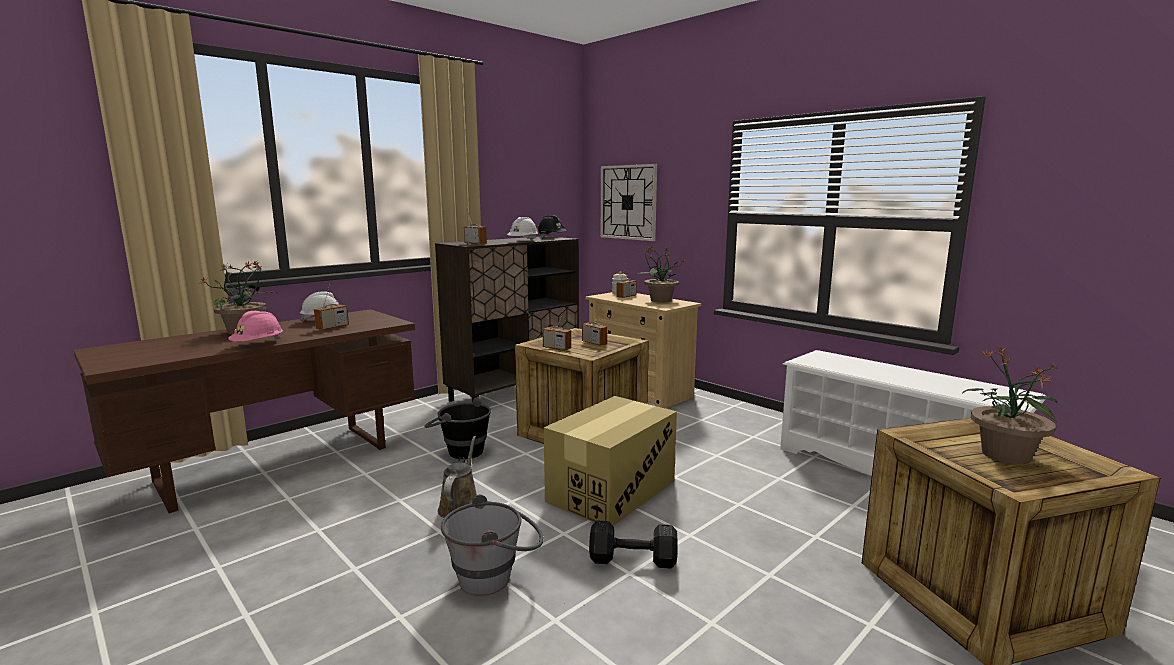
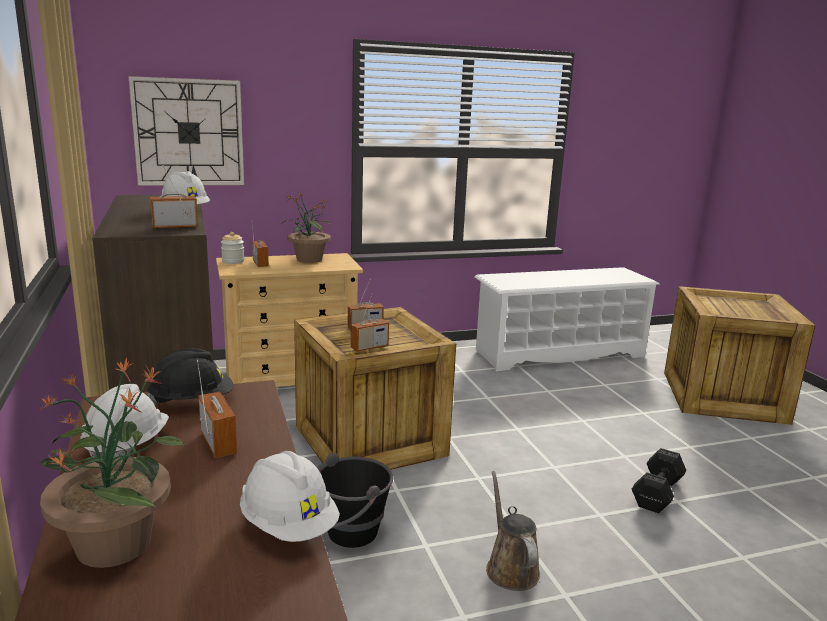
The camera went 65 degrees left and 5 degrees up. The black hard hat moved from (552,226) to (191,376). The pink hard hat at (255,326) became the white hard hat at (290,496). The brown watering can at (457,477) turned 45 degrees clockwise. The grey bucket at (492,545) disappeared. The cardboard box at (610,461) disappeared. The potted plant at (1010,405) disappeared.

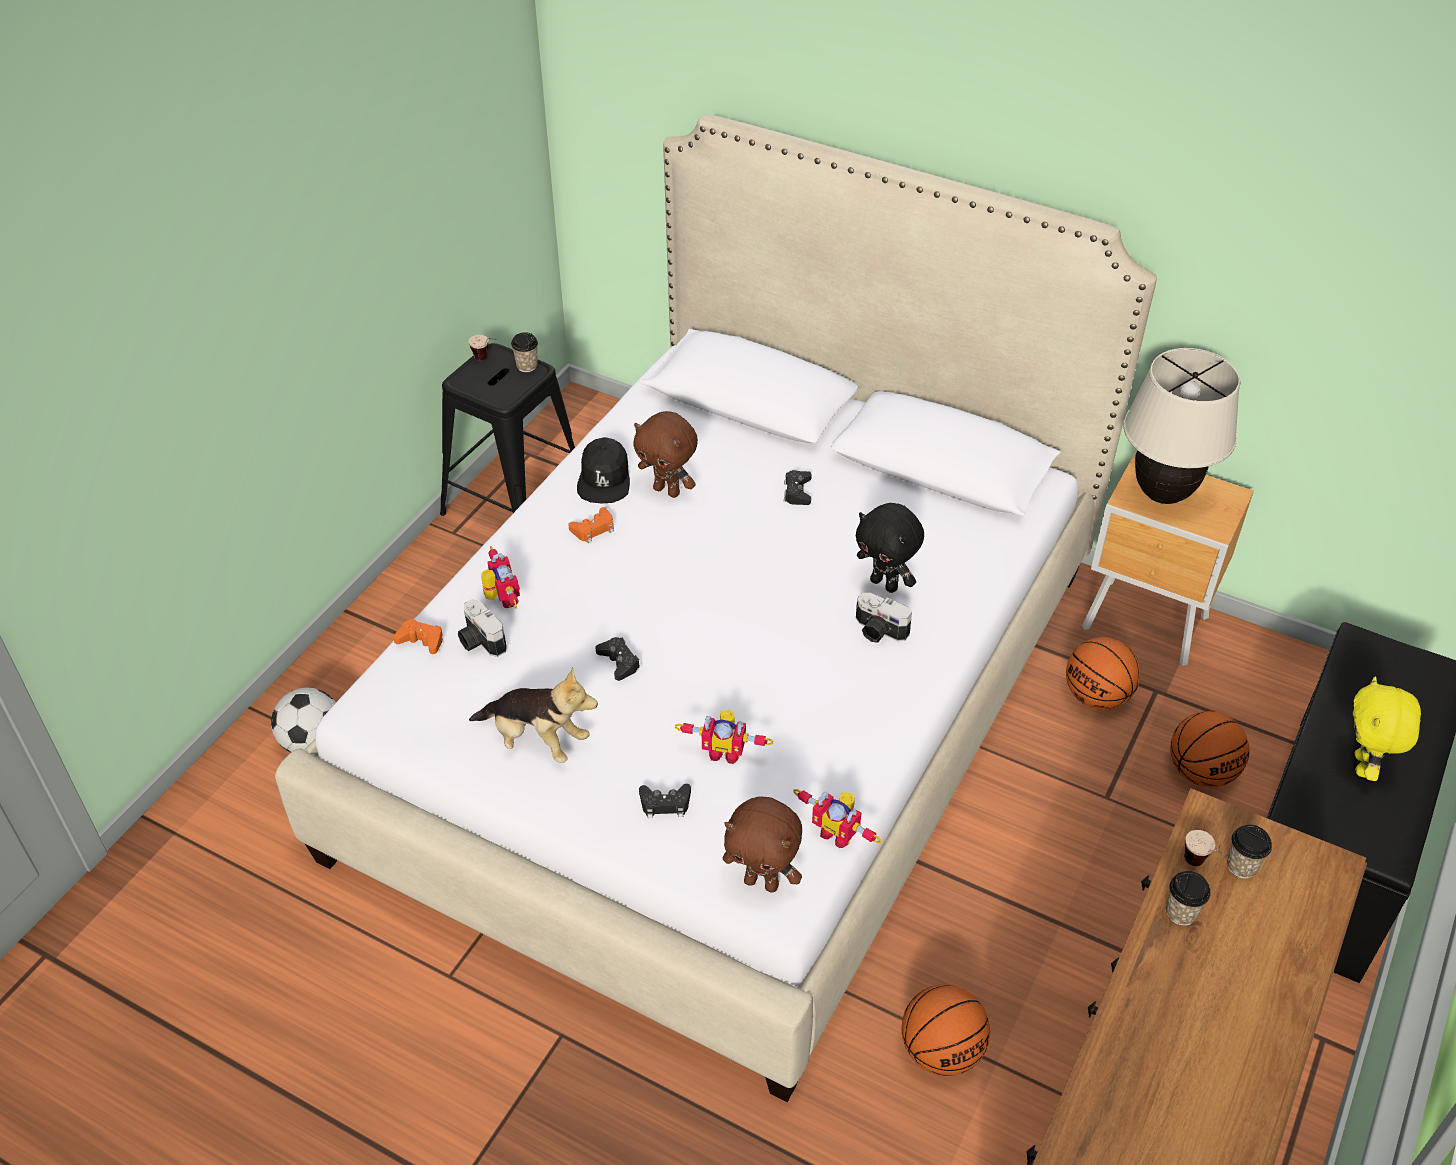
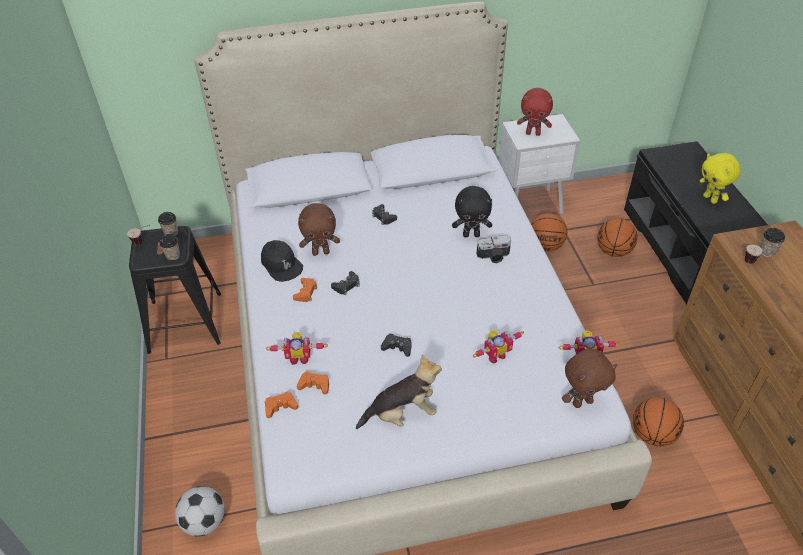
The camera went 40 degrees left and 0 degrees up. The cup moved from (1188,898) to (169,247). The toy robot at (500,577) turned 150 degrees clockwise. The photo camera at (482,628) was replaced by the orange game controller at (313,383). The black game controller moved from (665,801) to (345,283). The brown nightstand at (1168,559) became the white nightstand at (539,164). The beige table lamp at (1182,426) was replaced by the red plush toy at (535,112).

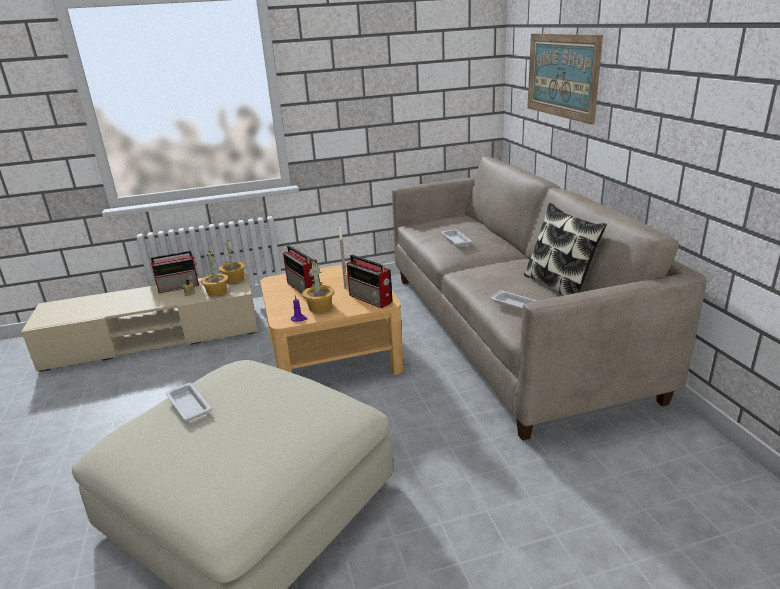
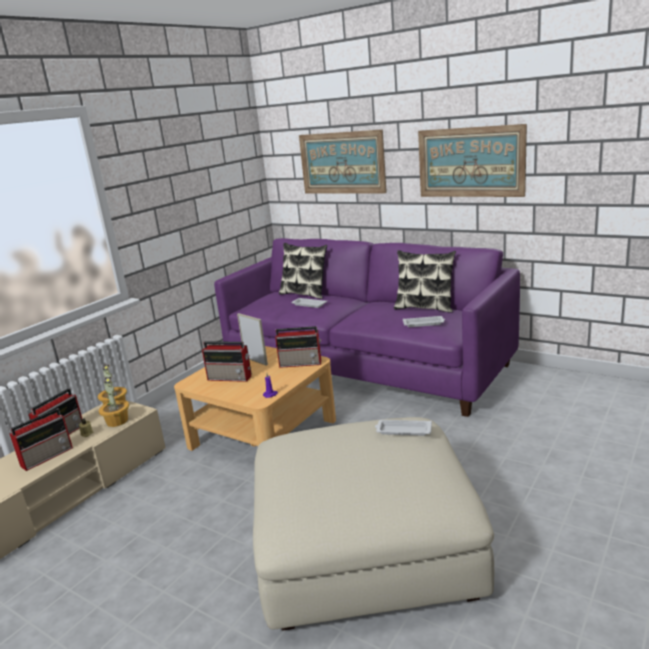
The camera went 40 degrees left and 5 degrees down. The radio at (41,439) appeared. The beige sofa at (549,298) became the purple sofa at (367,327). The pillow at (303,271) appeared. The white tray moved from (189,402) to (403,428). The picture at (472,160) appeared. The potted plant at (318,286) disappeared.

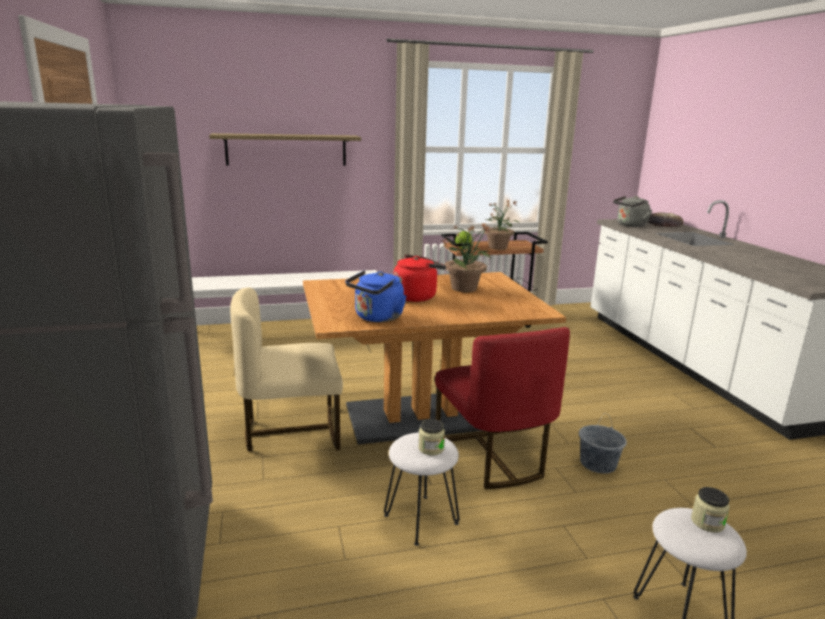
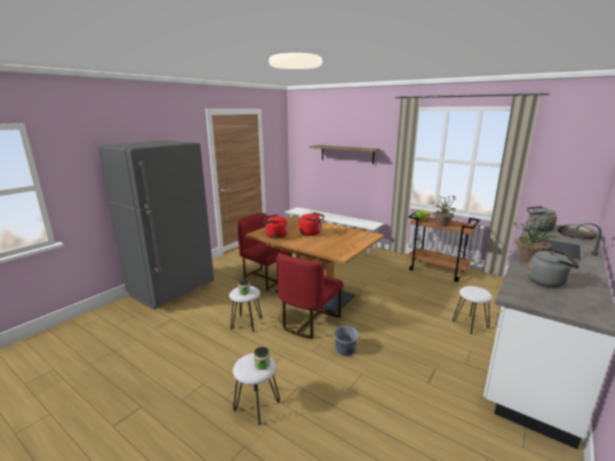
The camera went 50 degrees right and 0 degrees up. The beige chair at (286,369) became the red chair at (264,252). The blue kettle at (375,296) became the red kettle at (275,226). The white stool at (473,310) appeared. The potted plant moved from (466,257) to (537,238). The grey kettle at (553,267) appeared.

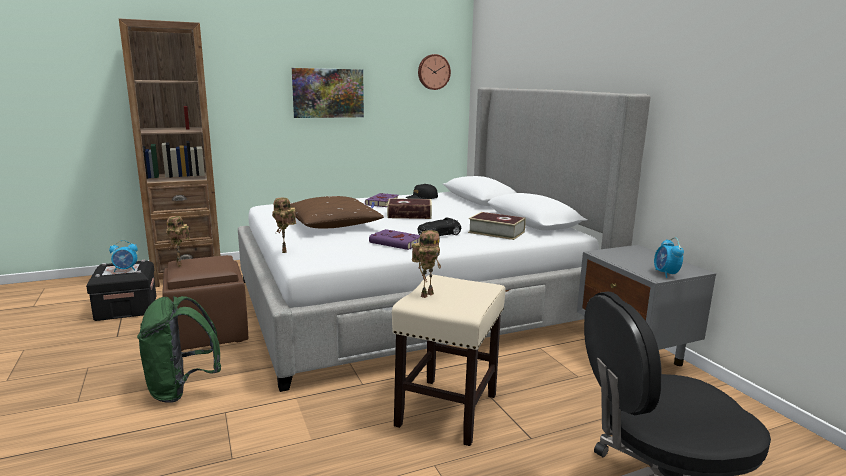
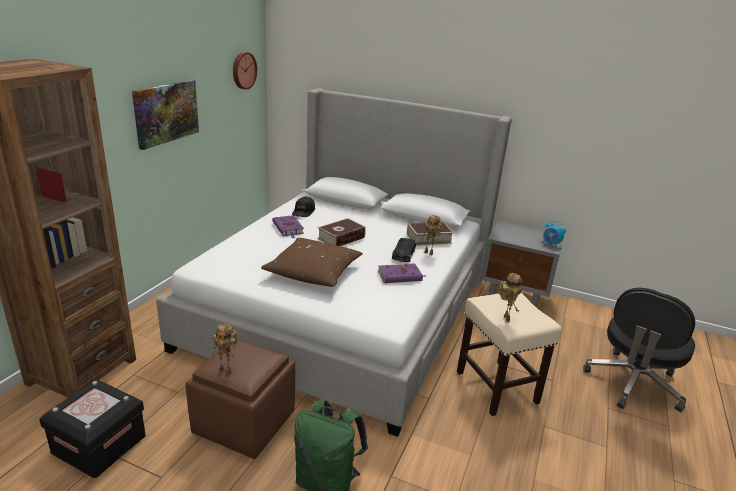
The camera went 45 degrees left and 10 degrees up. The toy robot moved from (284,225) to (431,235). The alarm clock at (123,256) disappeared.

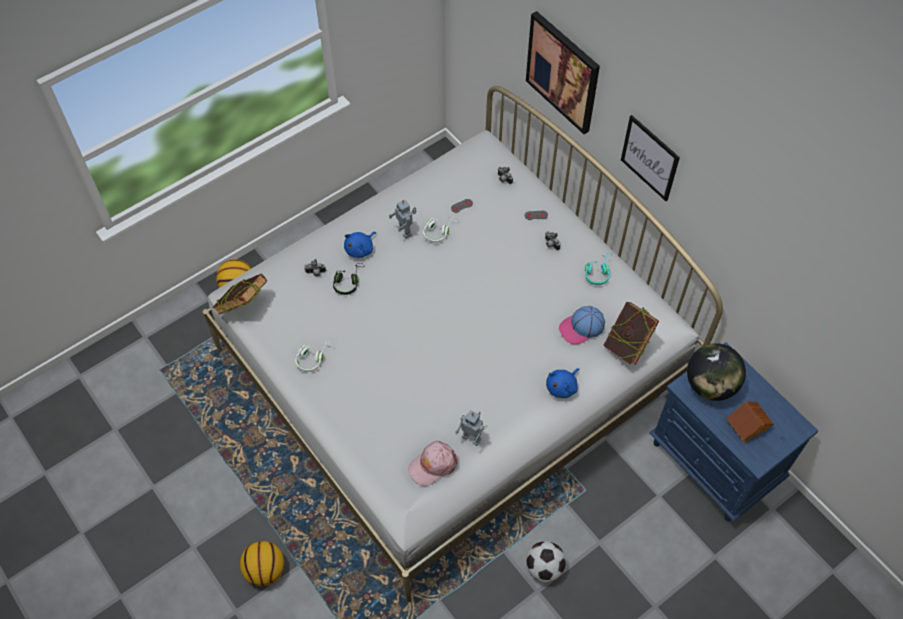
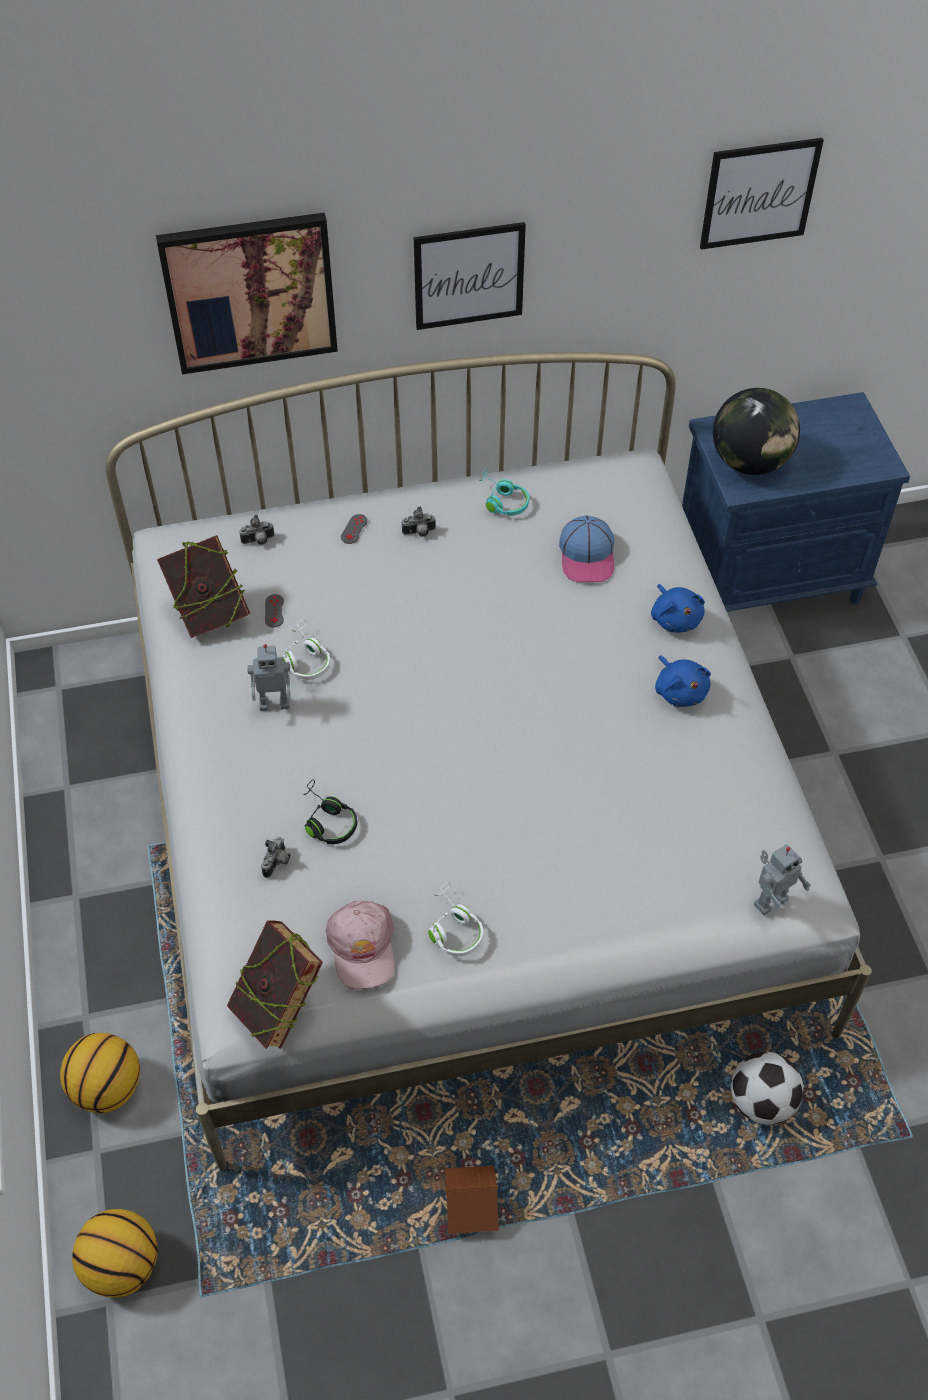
The camera went 65 degrees left and 5 degrees down. The basketball moved from (262,563) to (115,1253). The book moved from (631,333) to (203,586). The pink cap moved from (433,463) to (360,945). The toy house moved from (750,422) to (472,1199). The blue plush toy moved from (360,245) to (683,681). The picture at (762,194) appeared. The football moved from (546,561) to (767,1088). The toy robot moved from (469,428) to (782,879).

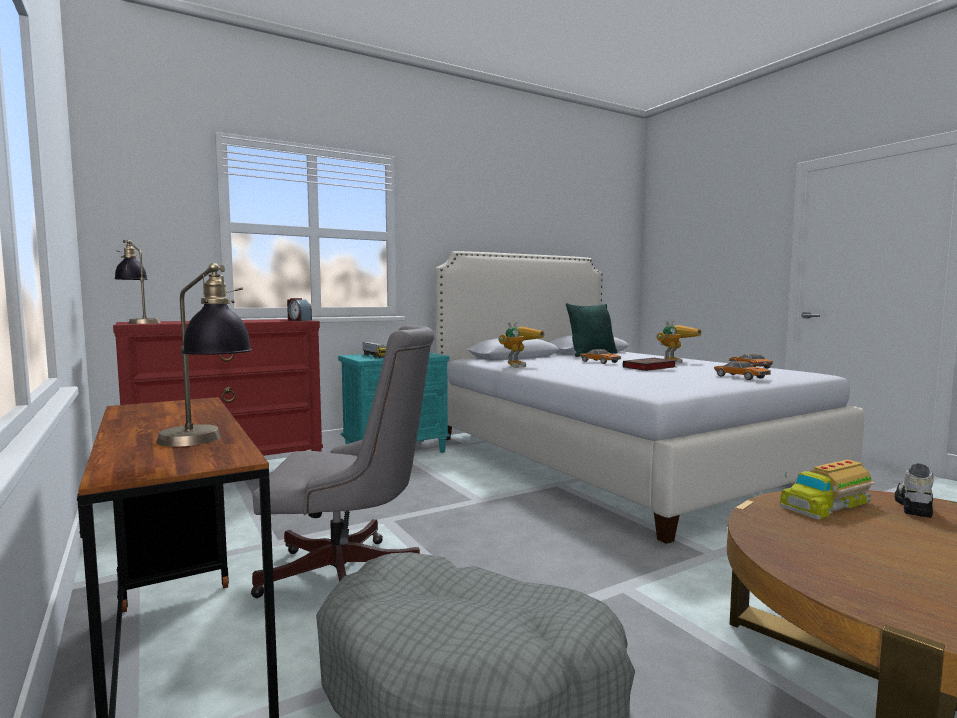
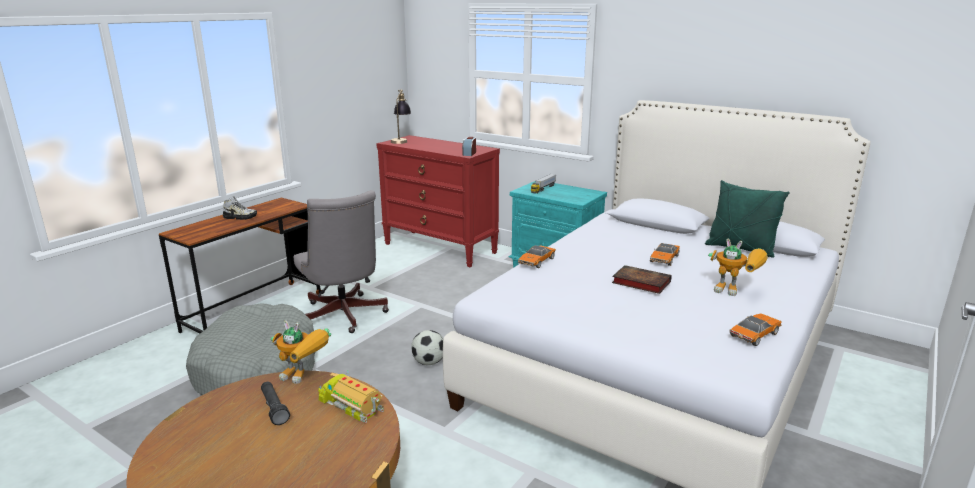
The camera went 65 degrees right and 15 degrees up. The shoe moved from (914,490) to (240,208). The black flashlight at (275,403) appeared. The toy robot moved from (521,344) to (301,352). The football at (427,347) appeared. The toy car moved from (742,370) to (537,256). The table lamp at (204,355) disappeared.

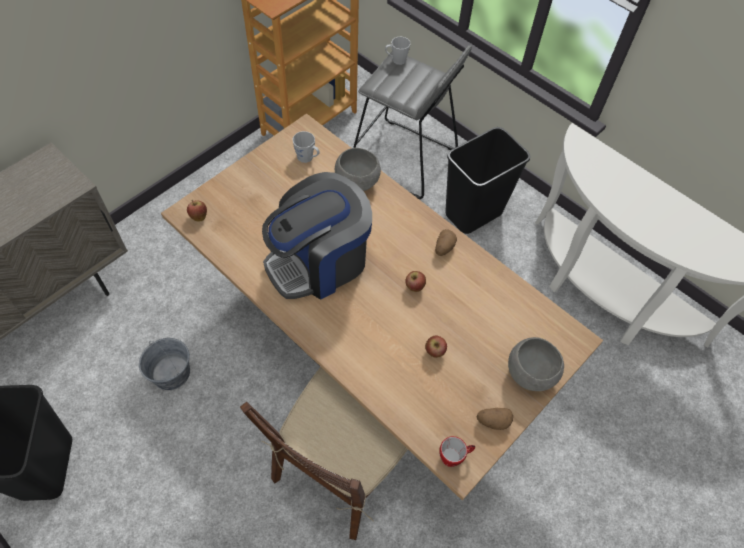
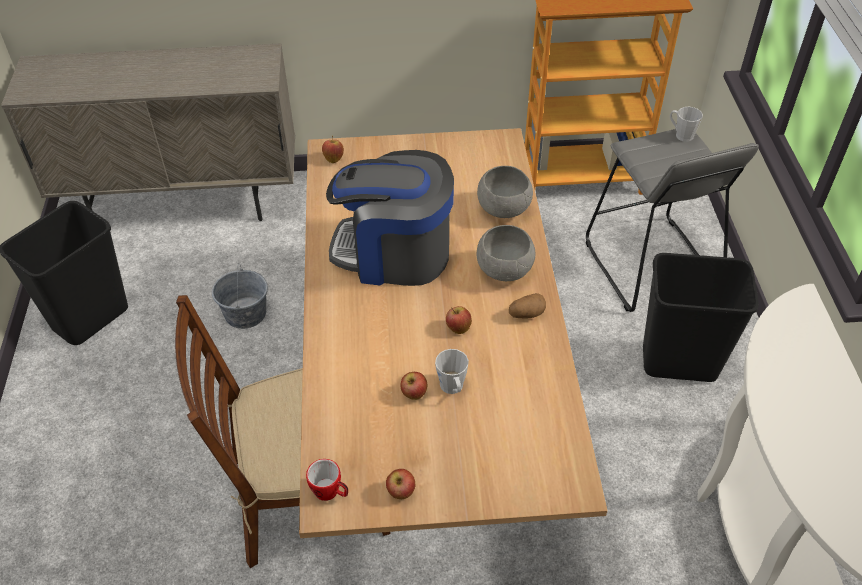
The camera went 45 degrees right and 10 degrees down. The potato at (495,419) was replaced by the apple at (400,484). The grey mug moved from (305,147) to (452,371). The grey bowl moved from (536,364) to (506,253).

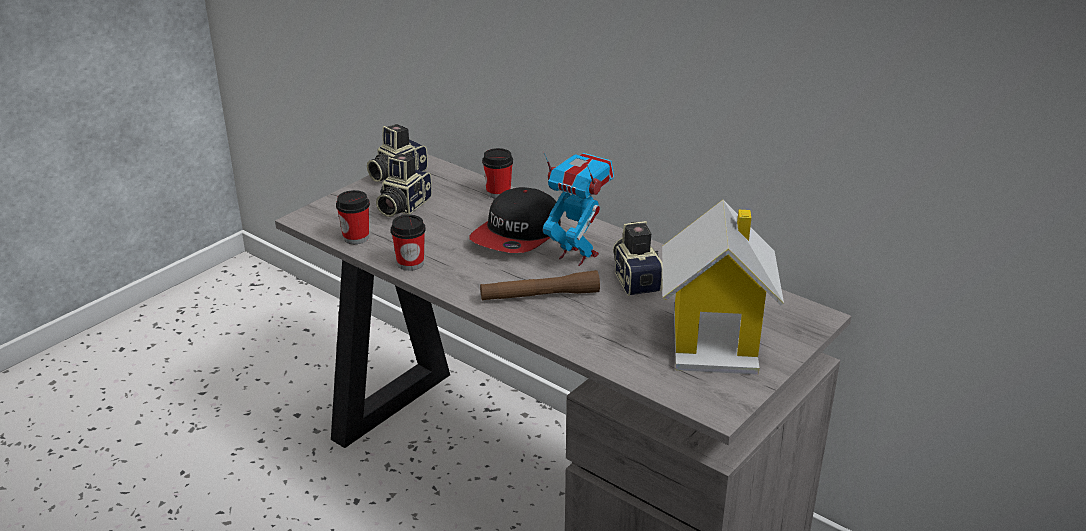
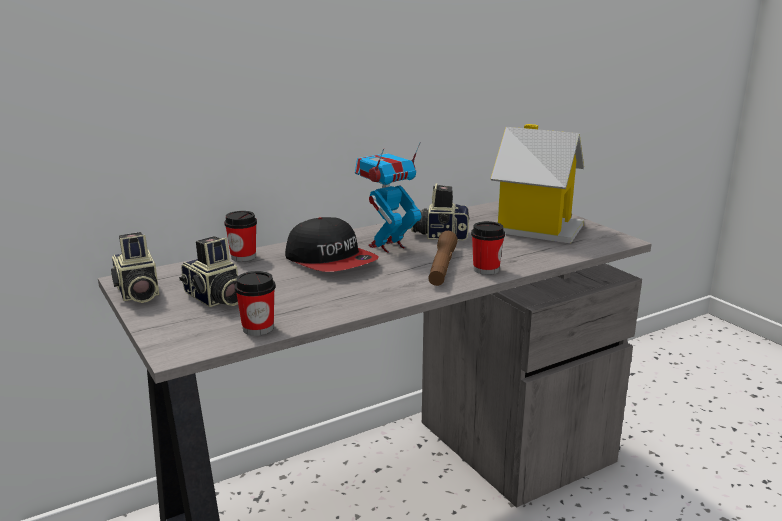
The camera went 70 degrees left and 10 degrees down. The cup moved from (408,243) to (488,248).

